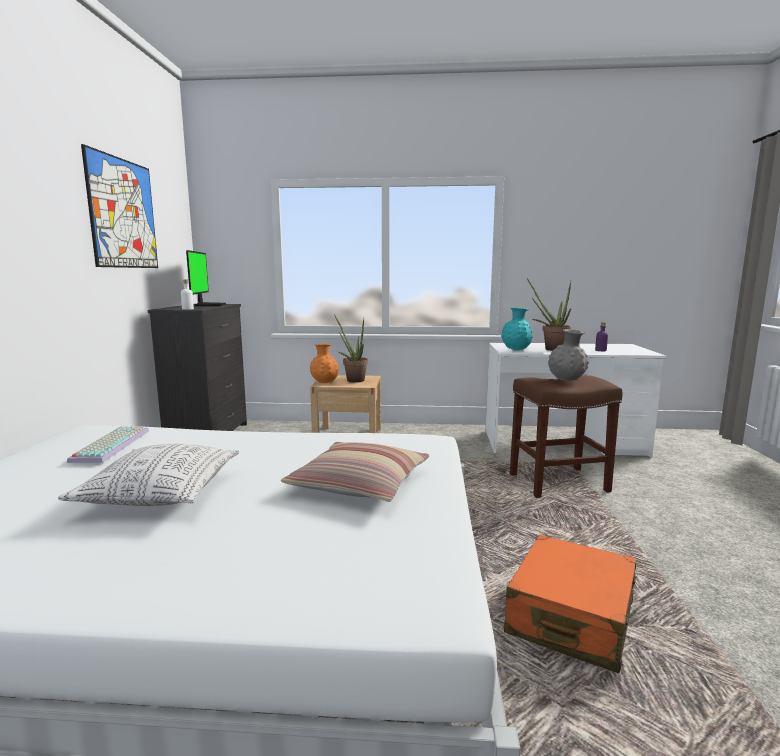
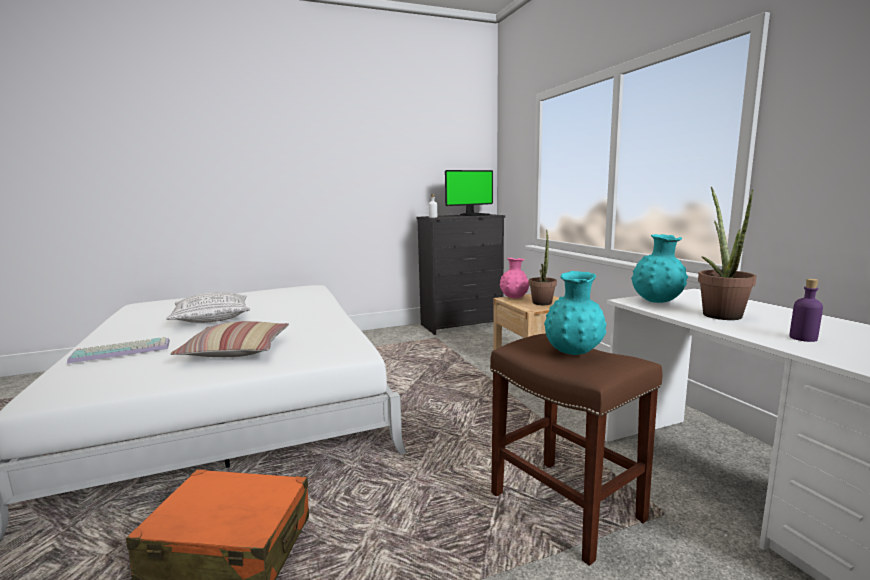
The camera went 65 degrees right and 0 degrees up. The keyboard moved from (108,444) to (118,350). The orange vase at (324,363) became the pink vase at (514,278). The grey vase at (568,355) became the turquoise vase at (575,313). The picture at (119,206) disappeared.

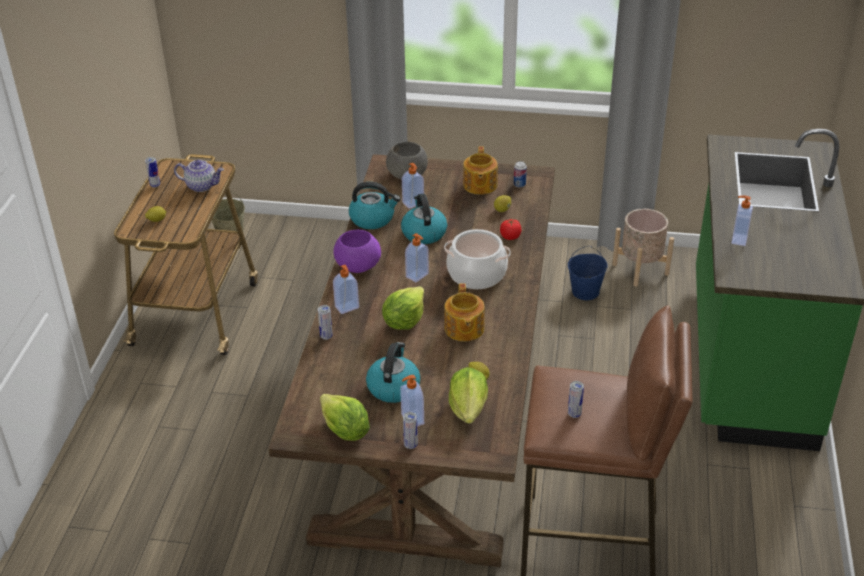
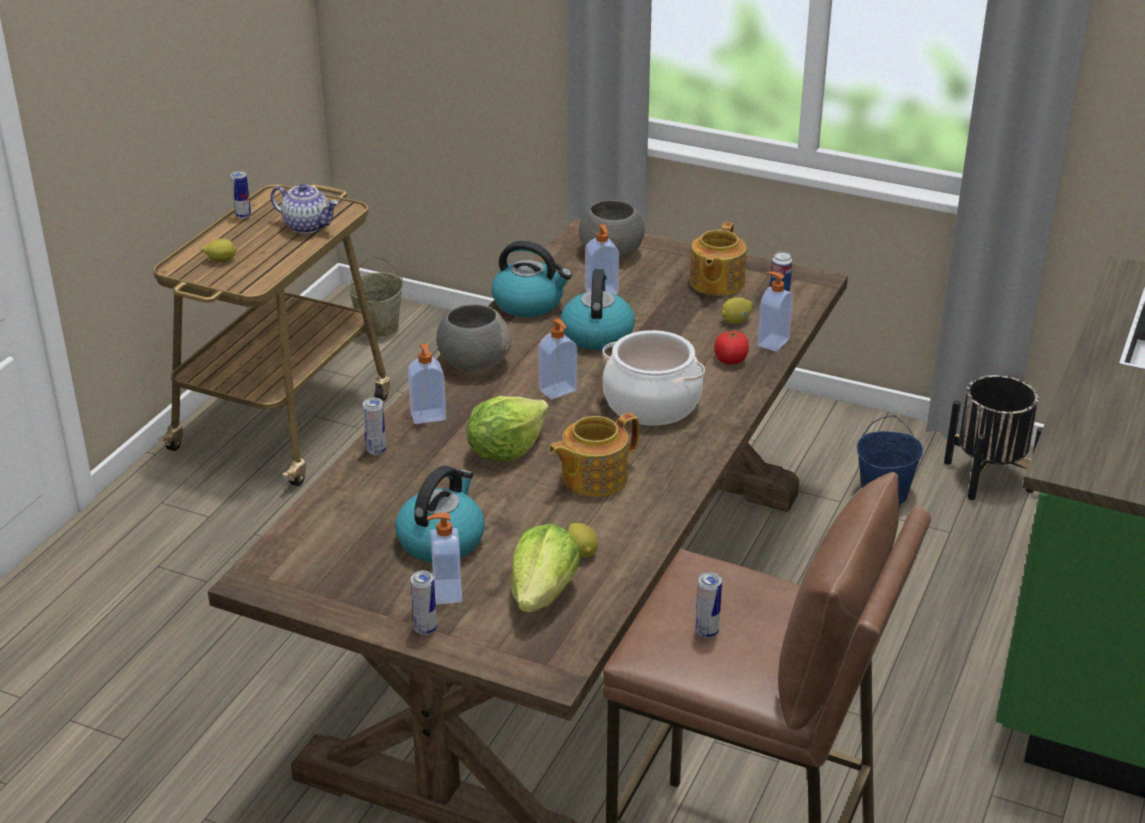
The camera went 15 degrees right and 5 degrees down. The purple bowl at (357,251) became the grey bowl at (474,337). The teapot at (464,312) turned 45 degrees clockwise. The soap dispenser moved from (742,220) to (775,312). The beige planter at (643,248) became the black planter at (993,437). The lettuce at (345,417) disappeared.

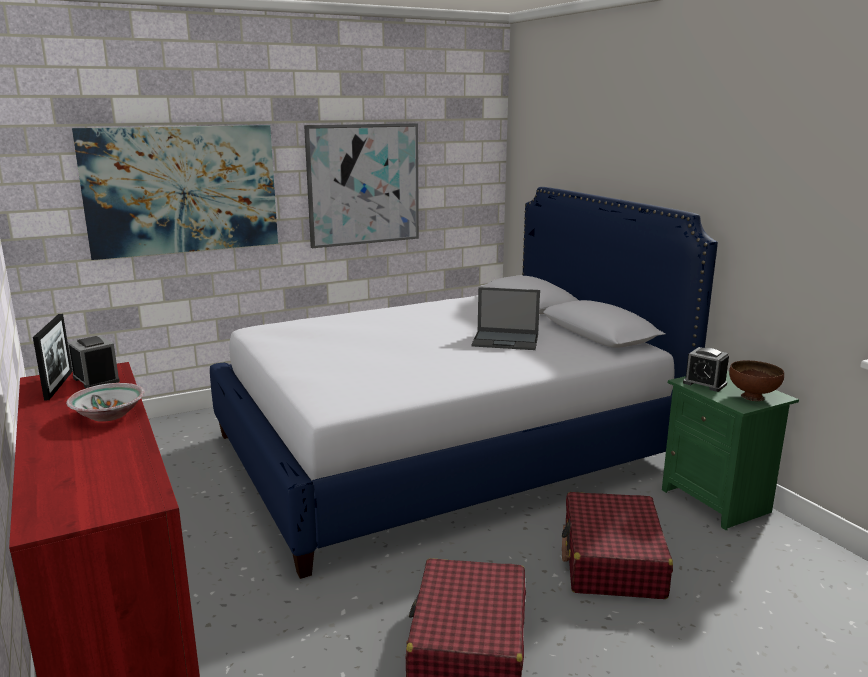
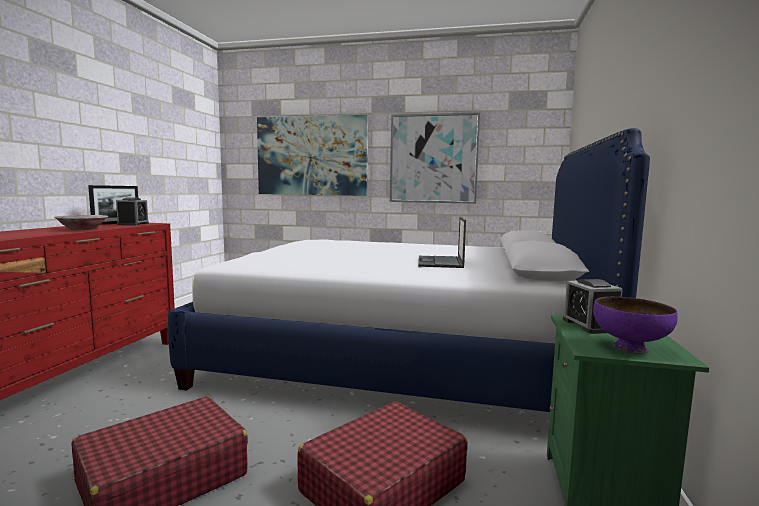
The camera went 40 degrees right and 10 degrees down. The laptop at (506,318) turned 45 degrees clockwise. The brown bowl at (756,380) became the purple bowl at (635,325).

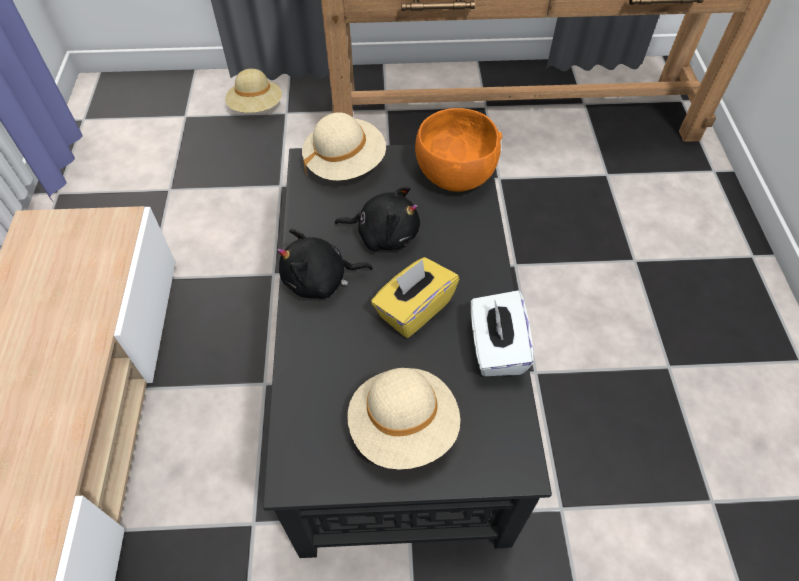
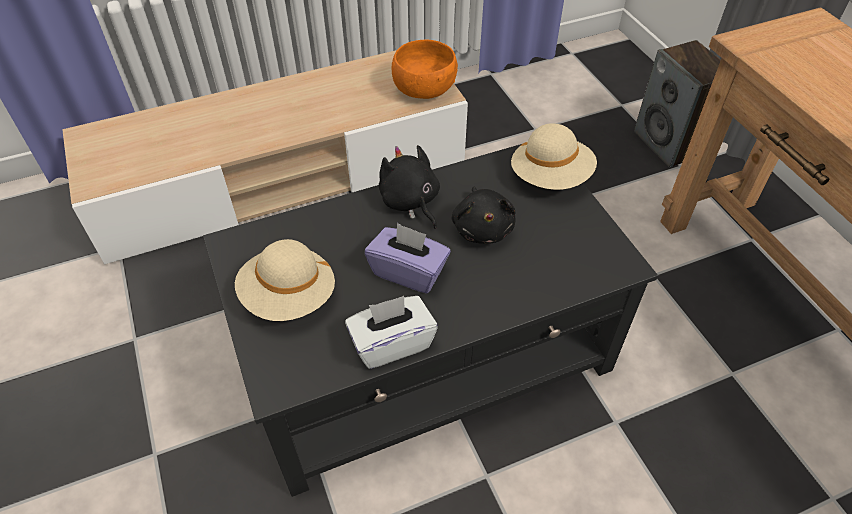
The camera went 70 degrees right and 5 degrees down. The yellow tissue box at (415,297) became the purple tissue box at (408,258). The orange bowl moved from (458,150) to (425,69). The beige hat at (253,91) was replaced by the speaker at (677,104).

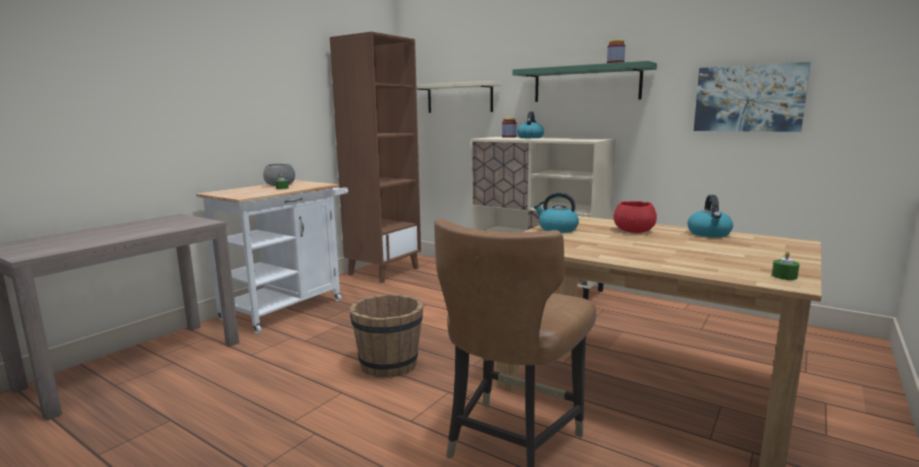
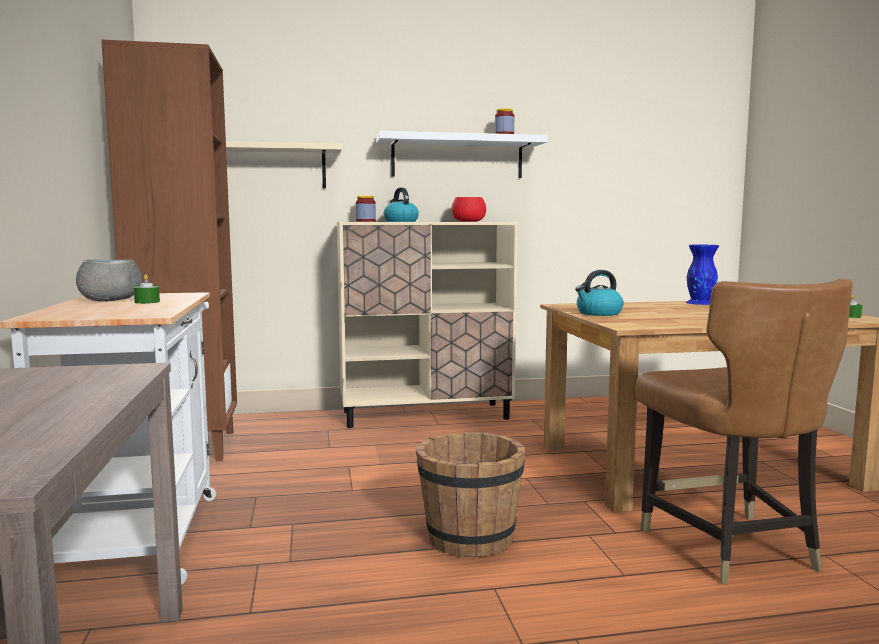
The camera went 45 degrees left and 5 degrees down. The green shelf at (585,81) became the white shelf at (462,154). The red bowl moved from (635,217) to (468,209). The kettle at (710,216) was replaced by the blue vase at (702,275). The picture at (752,97) disappeared.

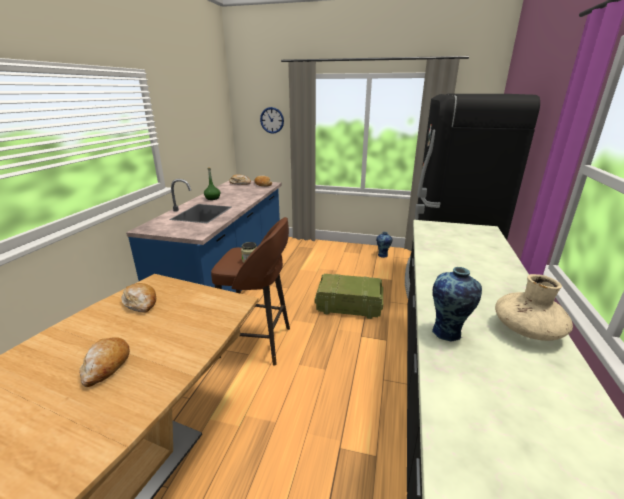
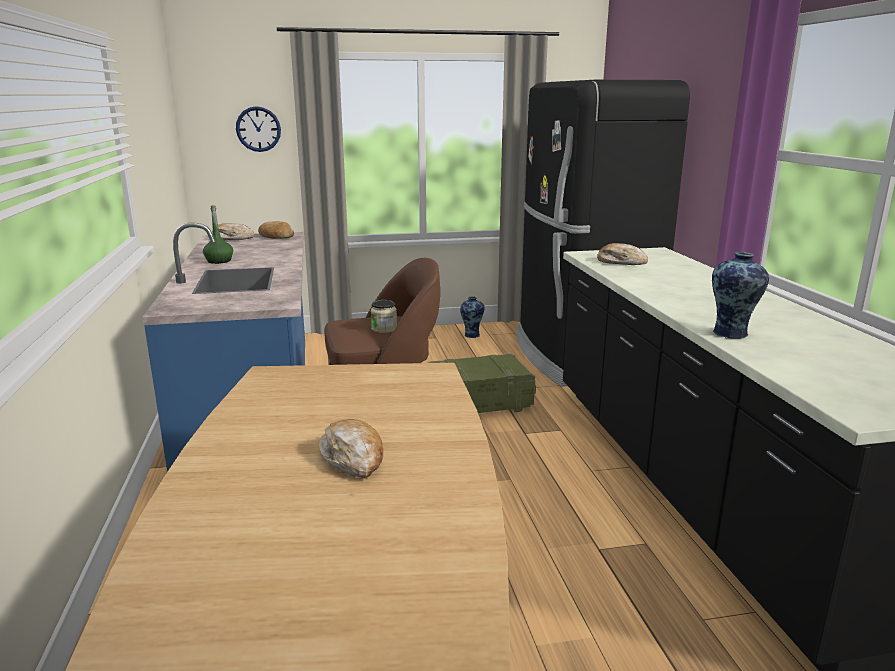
The camera went 25 degrees left and 5 degrees down. The bread moved from (138,298) to (622,254). The beige vase at (534,307) disappeared.

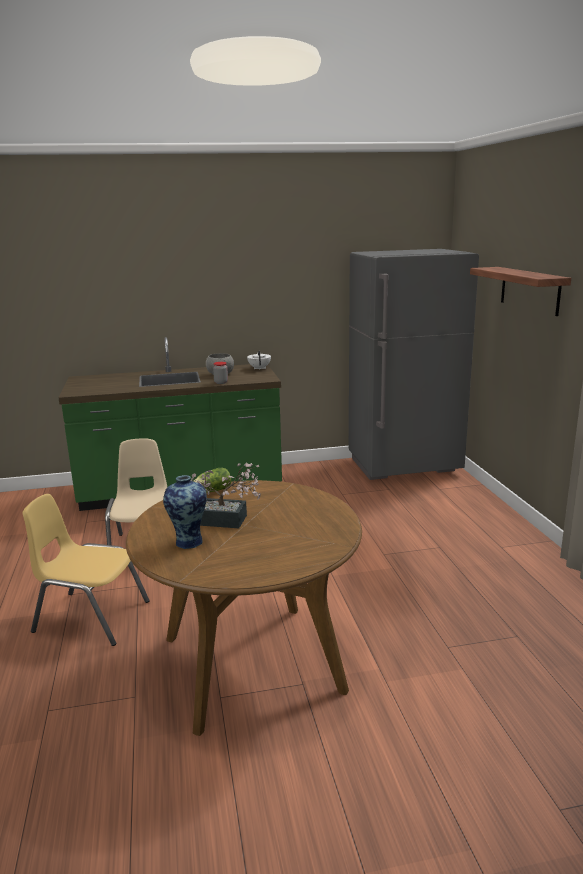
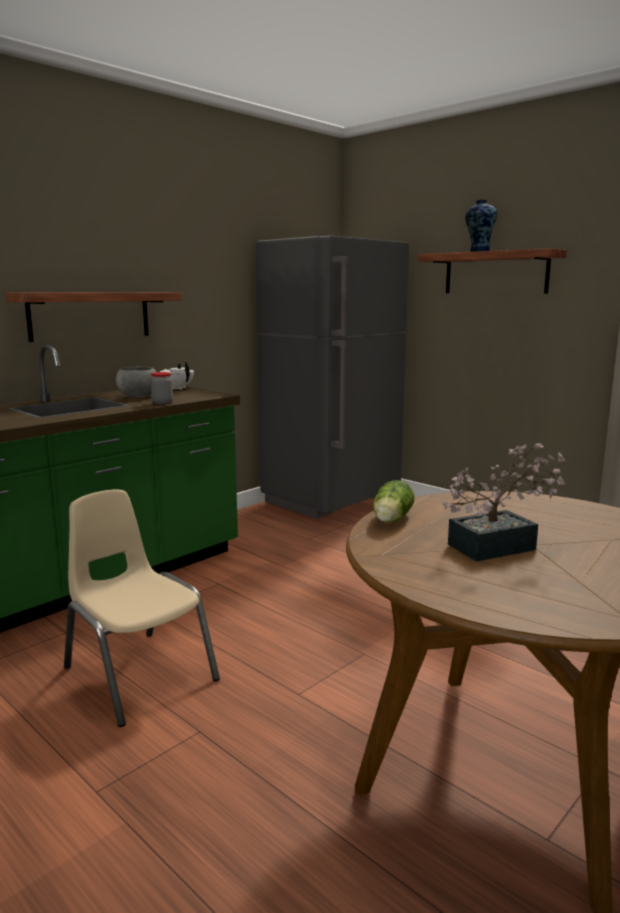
The camera went 35 degrees left and 5 degrees down. The shelf at (93,317) appeared. The vase moved from (185,512) to (481,225). The yellow chair at (86,570) disappeared.

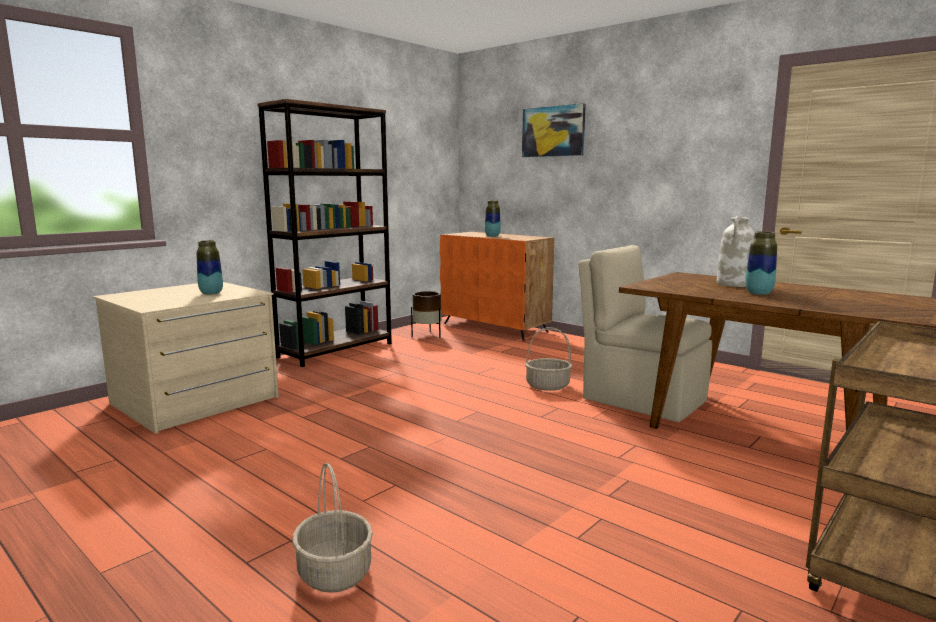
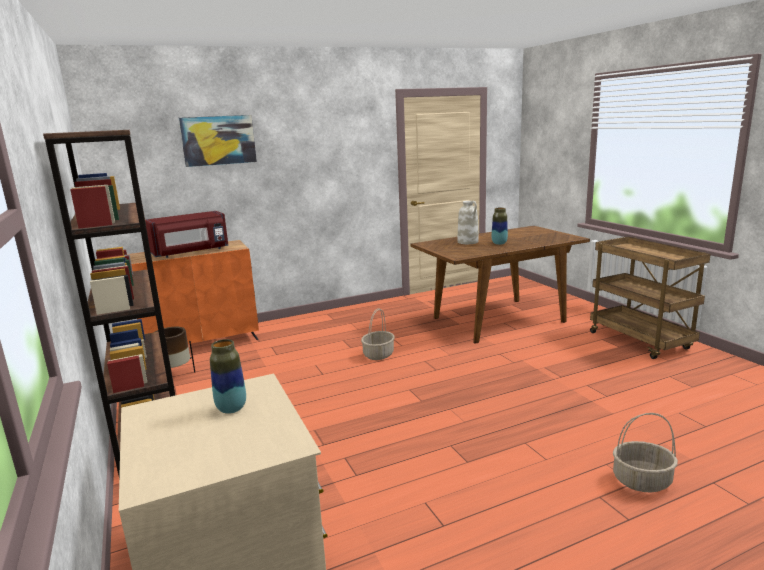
The camera went 65 degrees left and 5 degrees up. The vase at (493,218) was replaced by the red microwave at (186,234). The beige chair at (645,333) disappeared.

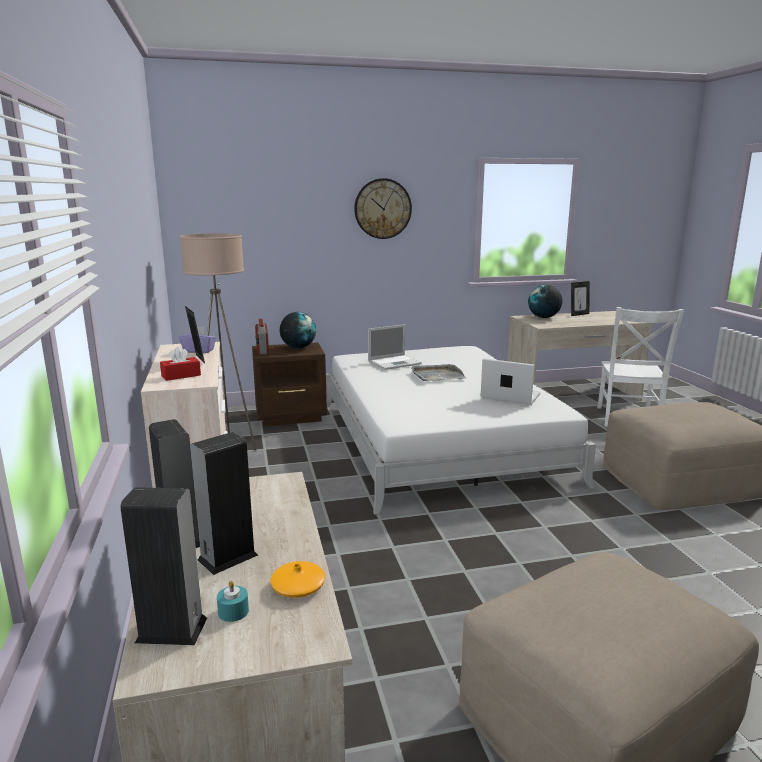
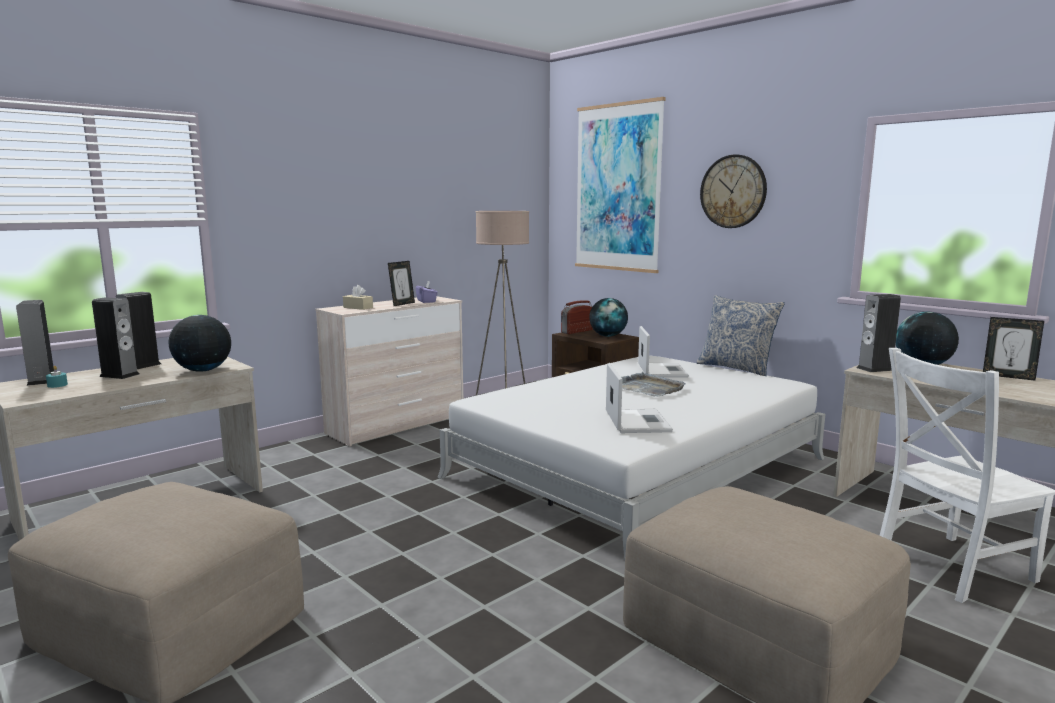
The camera went 60 degrees right and 5 degrees down. The globe at (200,343) appeared. The red tissue box at (180,364) became the beige tissue box at (358,297). The picture at (620,185) appeared. The laptop at (395,347) turned 120 degrees counterclockwise. The pillow at (740,335) appeared. The speaker at (878,333) appeared. The orange vase at (297,579) disappeared.

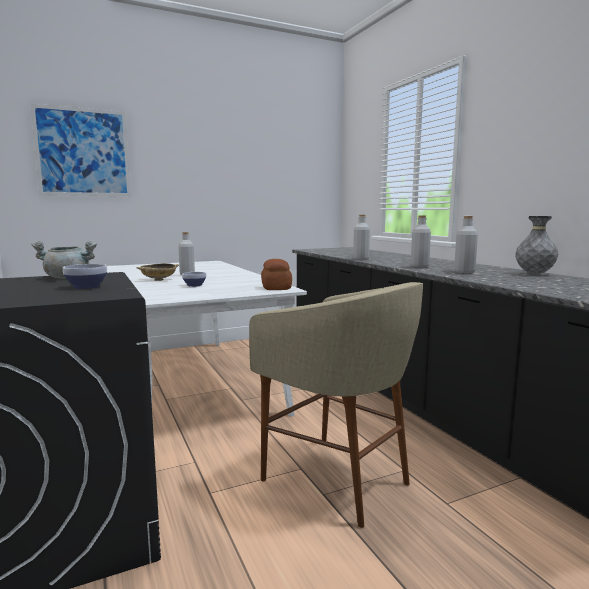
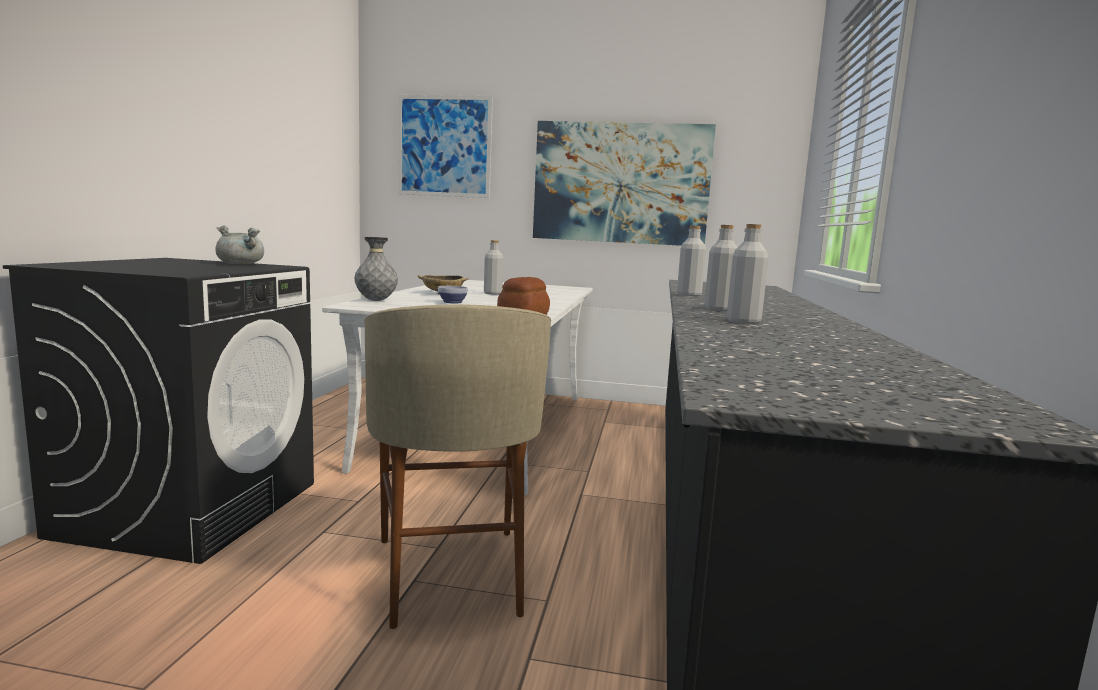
The camera went 35 degrees right and 0 degrees up. The grey vase moved from (537,245) to (376,269). The picture at (624,183) appeared. The bowl at (85,276) disappeared.

